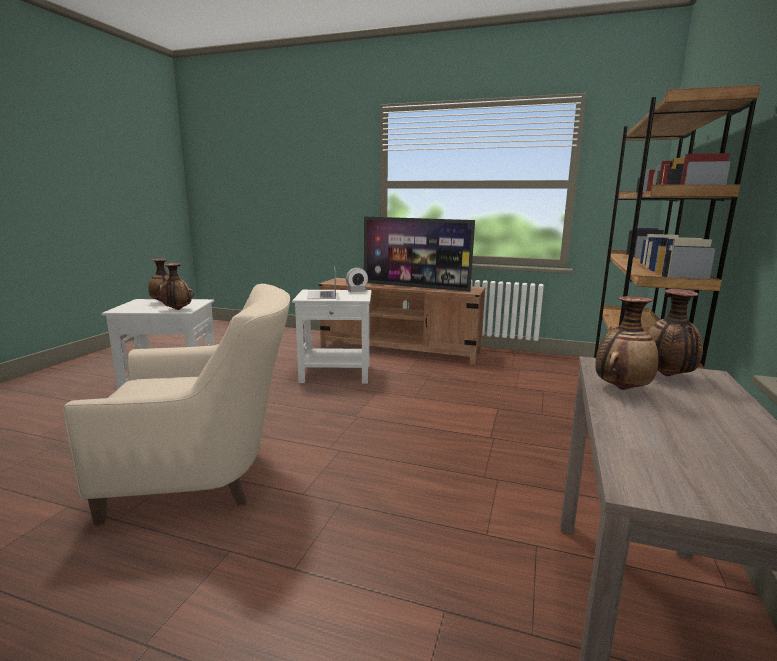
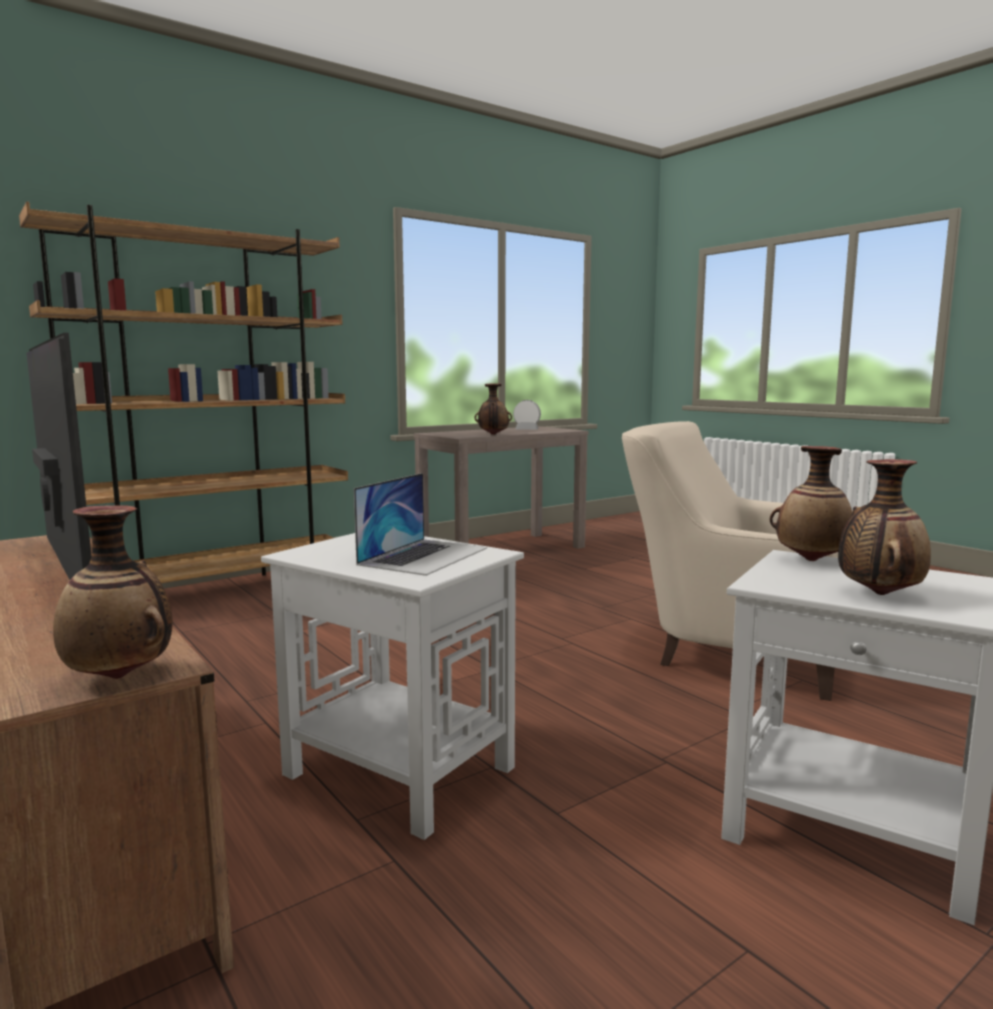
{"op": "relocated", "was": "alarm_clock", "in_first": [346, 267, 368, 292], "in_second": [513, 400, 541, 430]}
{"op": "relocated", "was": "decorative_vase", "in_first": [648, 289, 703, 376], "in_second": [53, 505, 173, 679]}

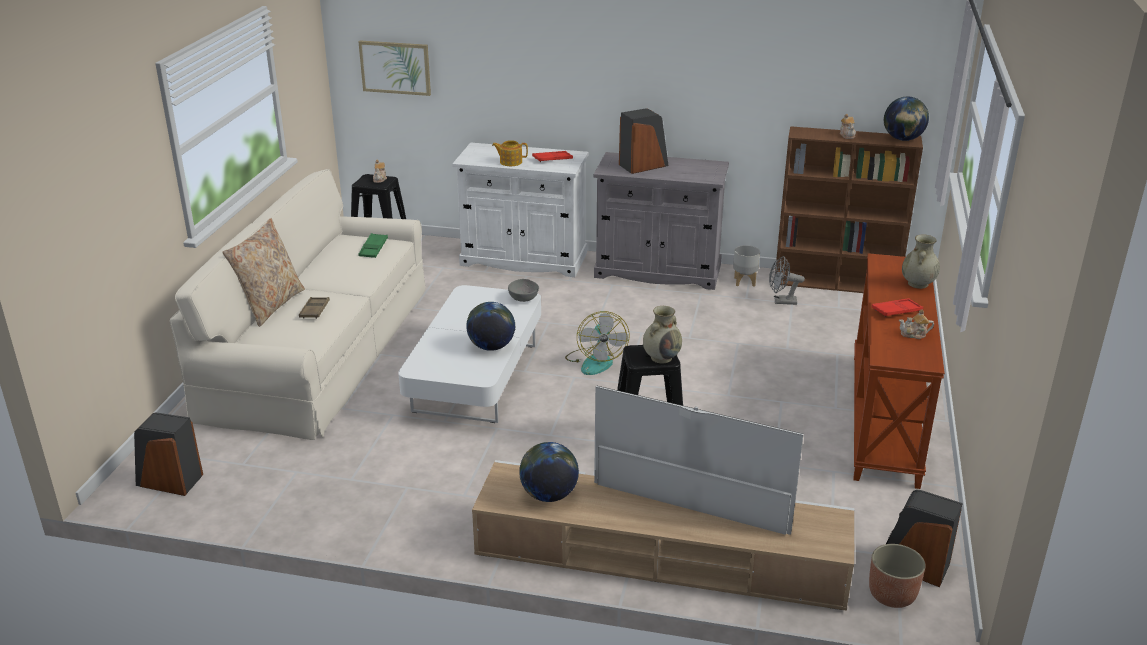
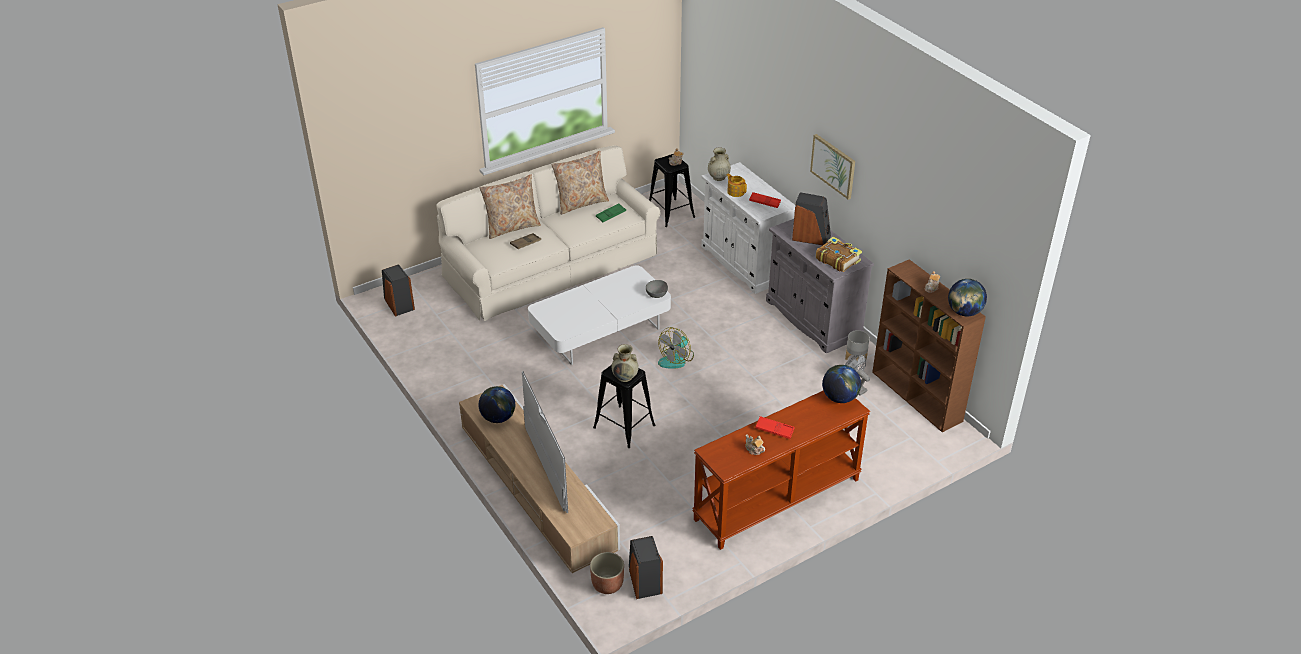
{"op": "relocated", "was": "wall_picture", "in_first": [359, 41, 431, 96], "in_second": [810, 134, 855, 200]}
{"op": "relocated", "was": "globe", "in_first": [466, 302, 516, 351], "in_second": [822, 365, 861, 403]}
{"op": "relocated", "was": "sand-coloured_decorative_vase", "in_first": [902, 235, 940, 289], "in_second": [708, 148, 731, 181]}
{"op": "appeared", "now": "sand-coloured_pillow", "in_second": [551, 151, 609, 215]}
{"op": "appeared", "now": "bound_book", "in_second": [816, 237, 862, 272]}

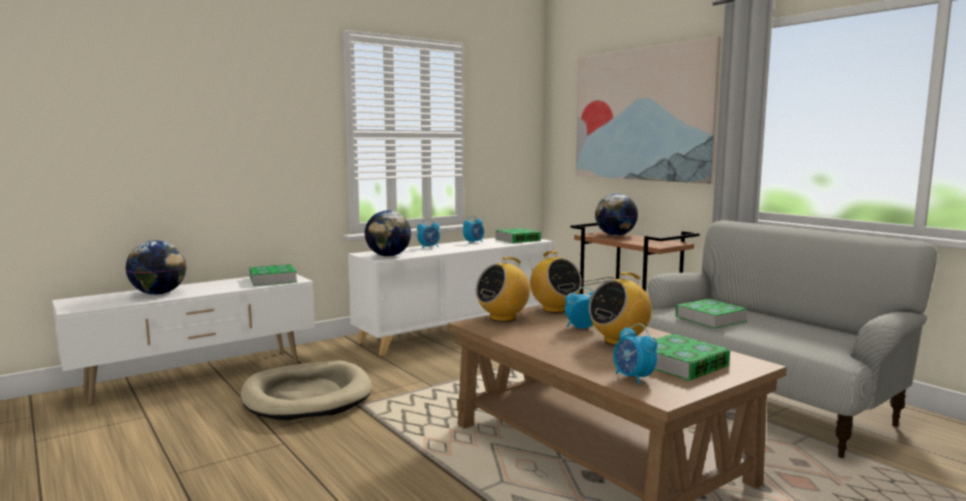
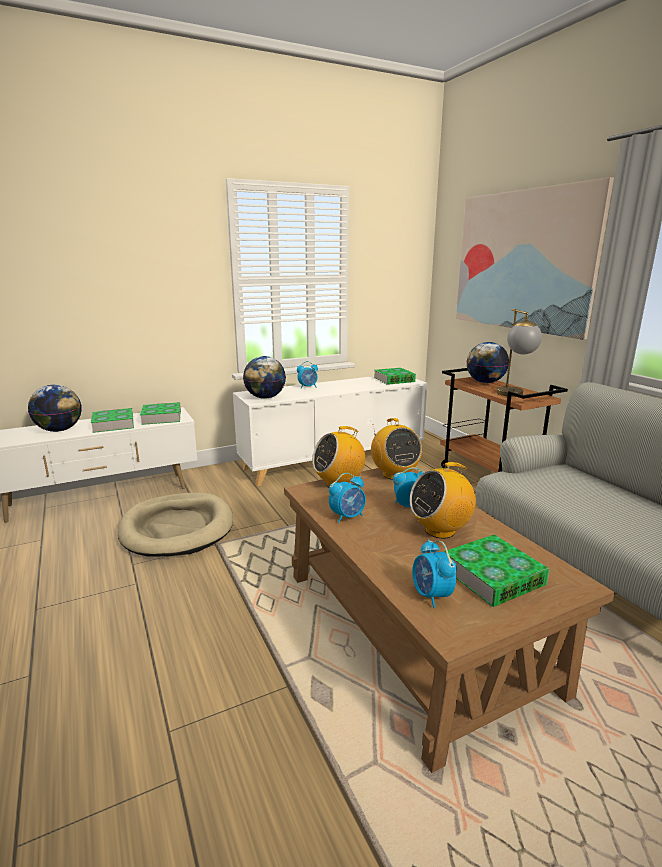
{"op": "relocated", "was": "alarm_clock", "in_first": [463, 216, 484, 244], "in_second": [329, 473, 366, 523]}
{"op": "relocated", "was": "bound_book", "in_first": [675, 299, 747, 329], "in_second": [91, 408, 134, 433]}
{"op": "appeared", "now": "tabletop_lamp", "in_second": [497, 309, 542, 397]}

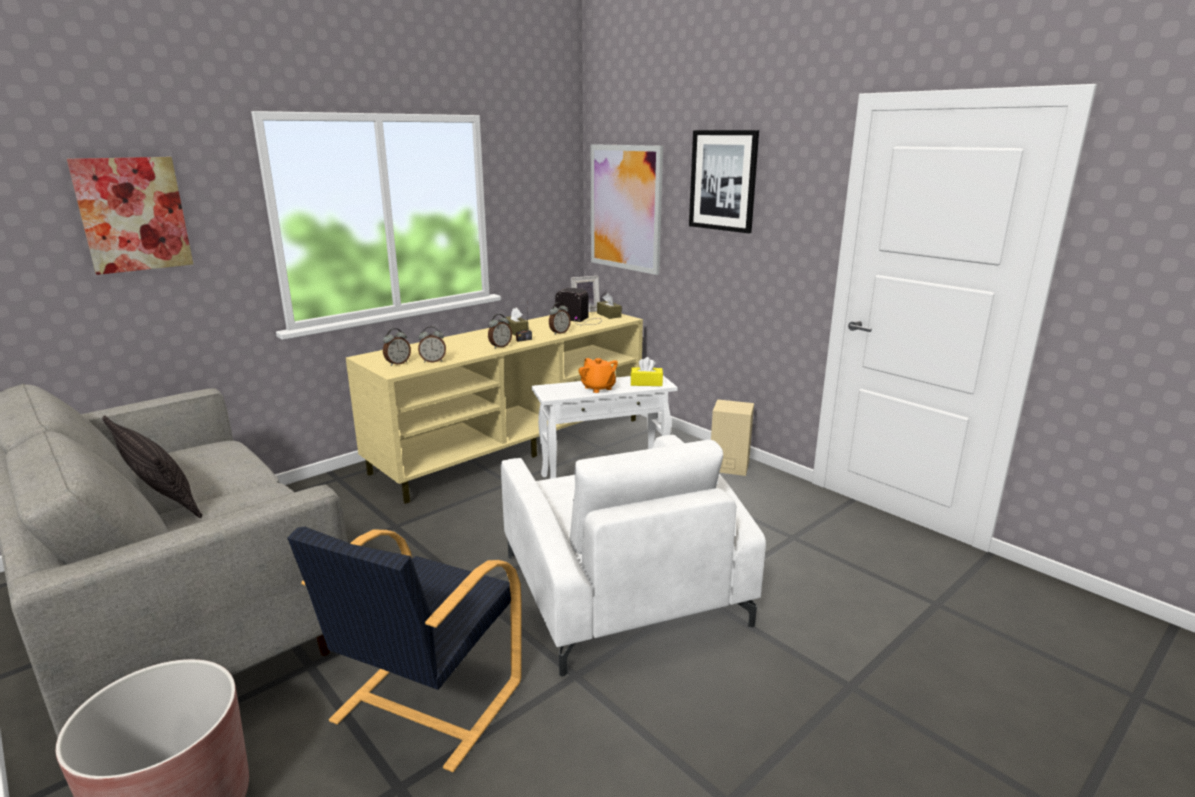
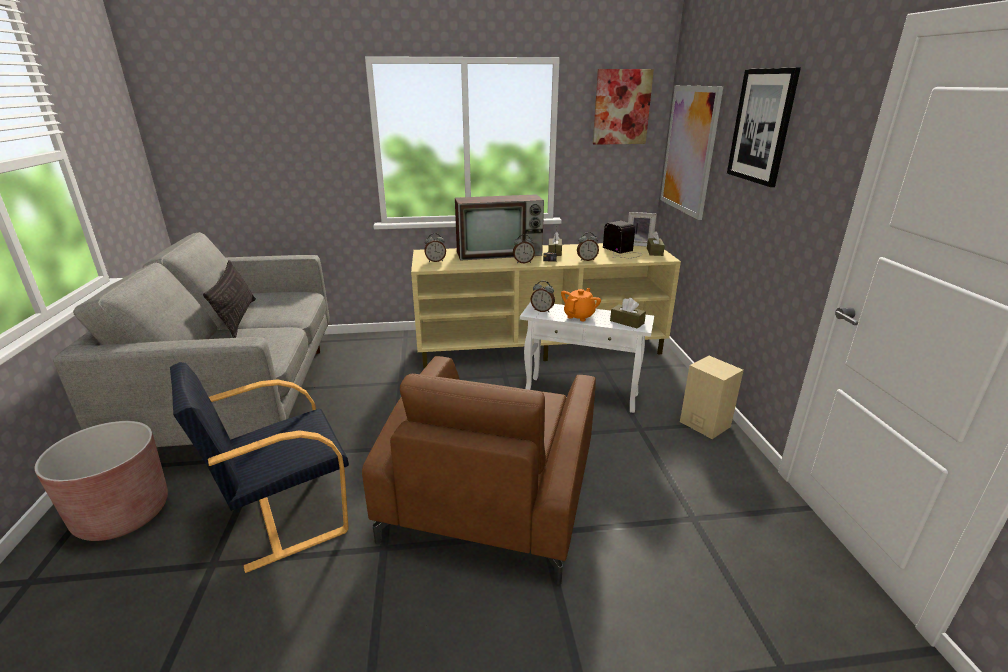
{"op": "relocated", "was": "wall_picture", "in_first": [67, 157, 193, 275], "in_second": [593, 69, 654, 145]}
{"op": "relocated", "was": "alarm_clock", "in_first": [418, 326, 446, 363], "in_second": [531, 281, 555, 312]}
{"op": "colour", "was": "white_lounge_chair", "now": "brownish_lounge_chair", "in_first": [501, 435, 766, 677], "in_second": [362, 356, 596, 585]}
{"op": "spun", "was": "orange-coloured_pot_for_tea", "in_first": [579, 358, 618, 393], "in_second": [561, 288, 601, 321], "clockwise": -150}
{"op": "colour", "was": "yellow-coloured_box_of_tissues", "now": "brownish_box_of_tissues", "in_first": [630, 357, 663, 386], "in_second": [610, 298, 646, 329]}
{"op": "appeared", "now": "TV_set", "in_second": [455, 194, 544, 261]}

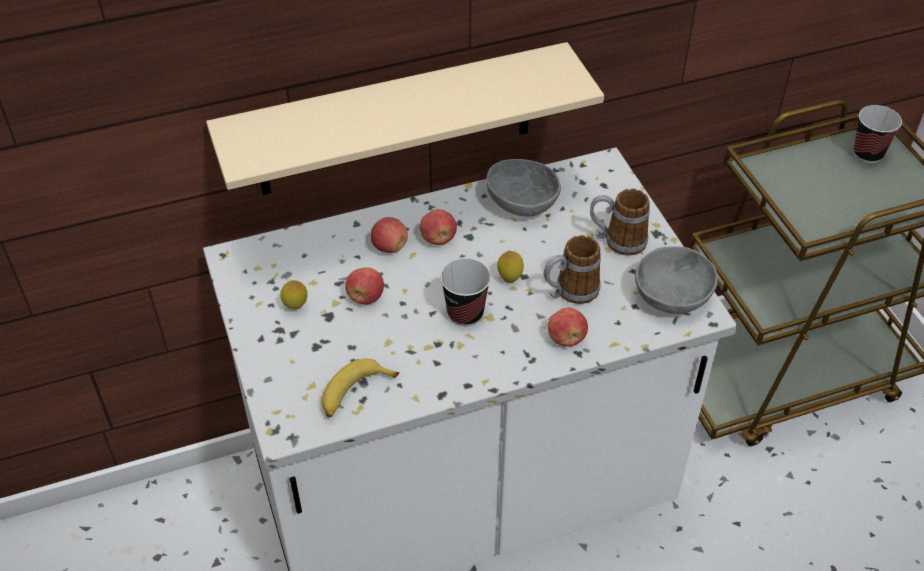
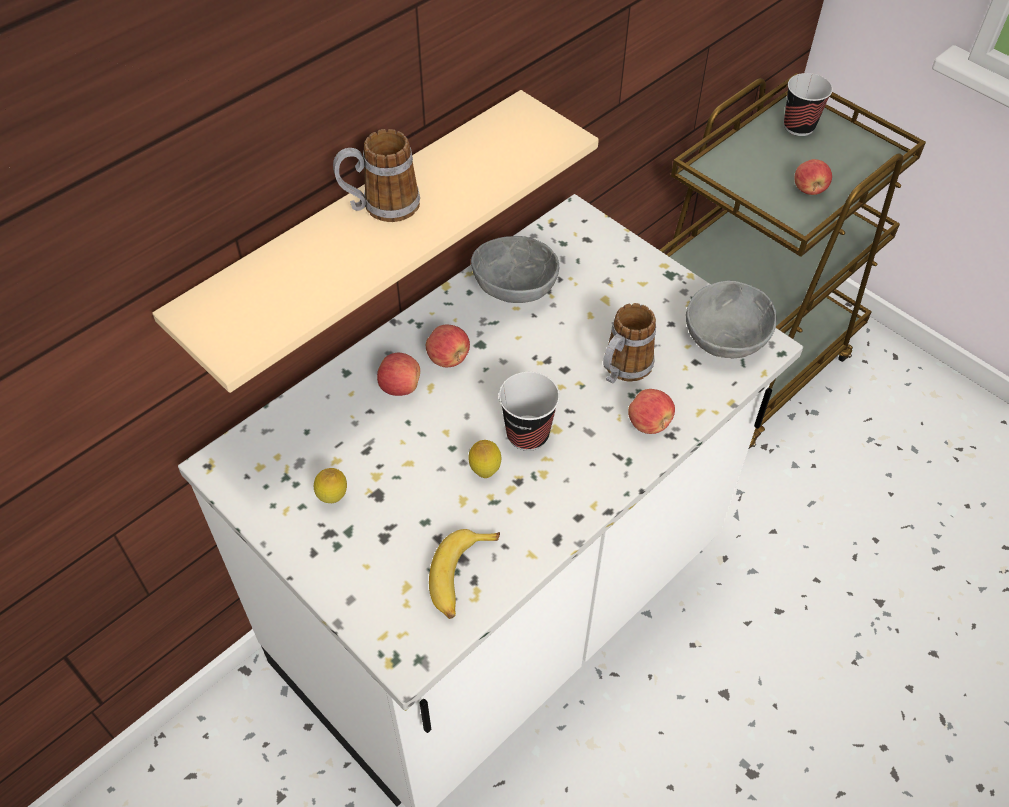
{"op": "relocated", "was": "apple", "in_first": [345, 267, 384, 305], "in_second": [795, 159, 832, 195]}
{"op": "relocated", "was": "whole_lemon", "in_first": [497, 251, 524, 283], "in_second": [468, 440, 502, 478]}
{"op": "relocated", "was": "coffee_mug", "in_first": [590, 188, 650, 255], "in_second": [333, 129, 420, 222]}

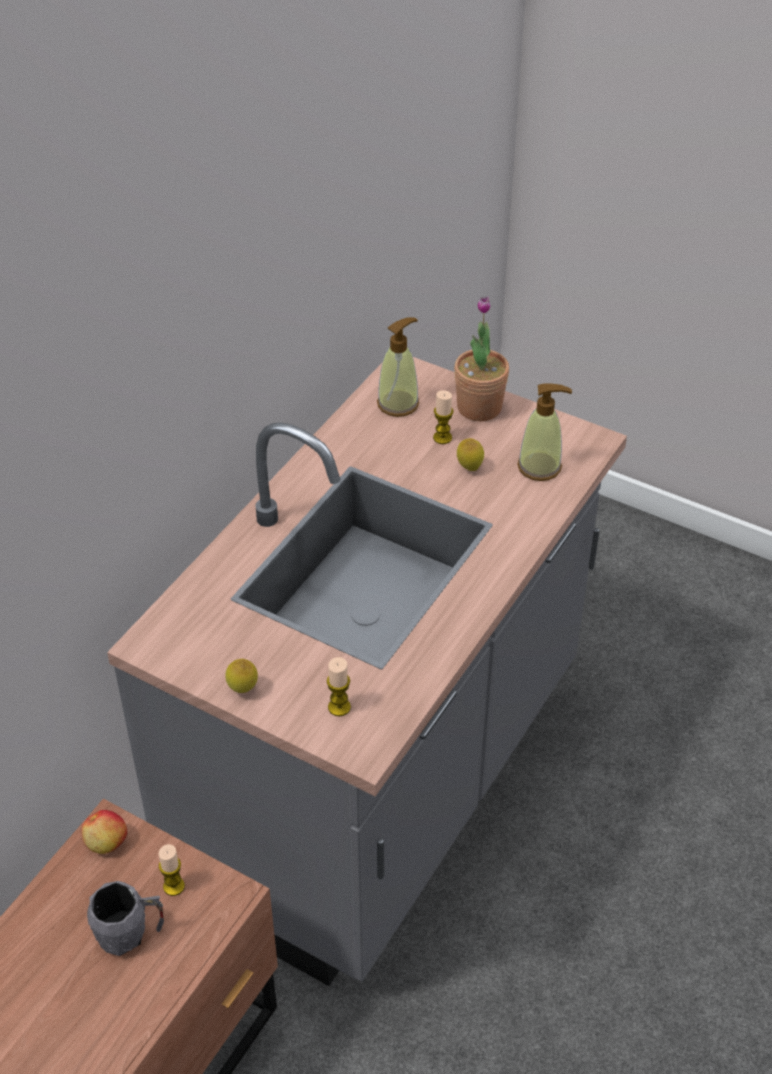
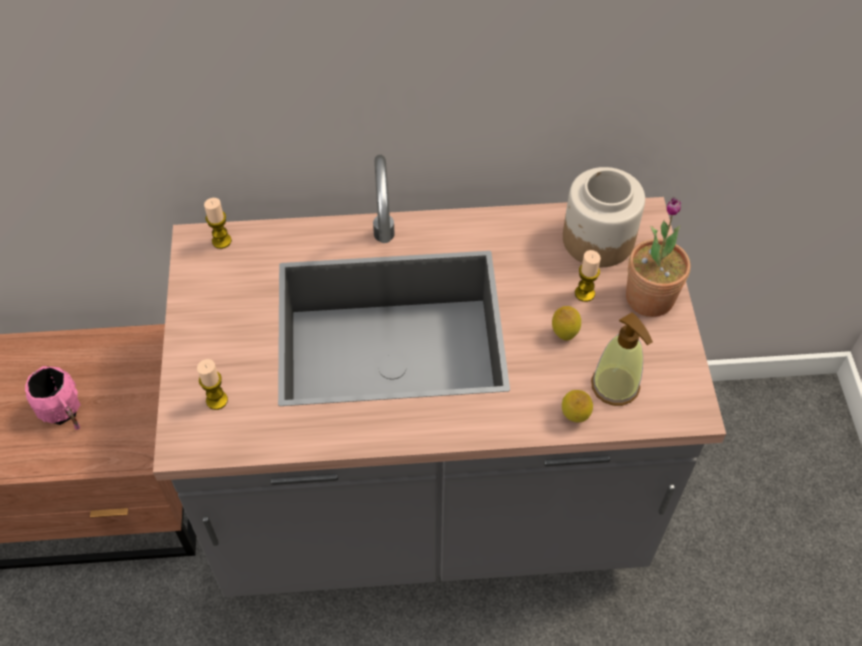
{"op": "missing", "was": "apple", "in_first": [82, 810, 127, 854]}
{"op": "colour", "was": "grey_coffee_mug", "now": "pinkish_coffee_mug", "in_first": [87, 881, 164, 956], "in_second": [25, 366, 81, 430]}
{"op": "relocated", "was": "candle", "in_first": [159, 844, 185, 896], "in_second": [204, 198, 232, 249]}
{"op": "relocated", "was": "whole_lemon", "in_first": [226, 659, 258, 693], "in_second": [562, 390, 593, 422]}
{"op": "exchanged", "was": "liquid_soap_bottle", "now": "preserve_jar", "in_first": [377, 317, 419, 417], "in_second": [563, 167, 645, 267]}

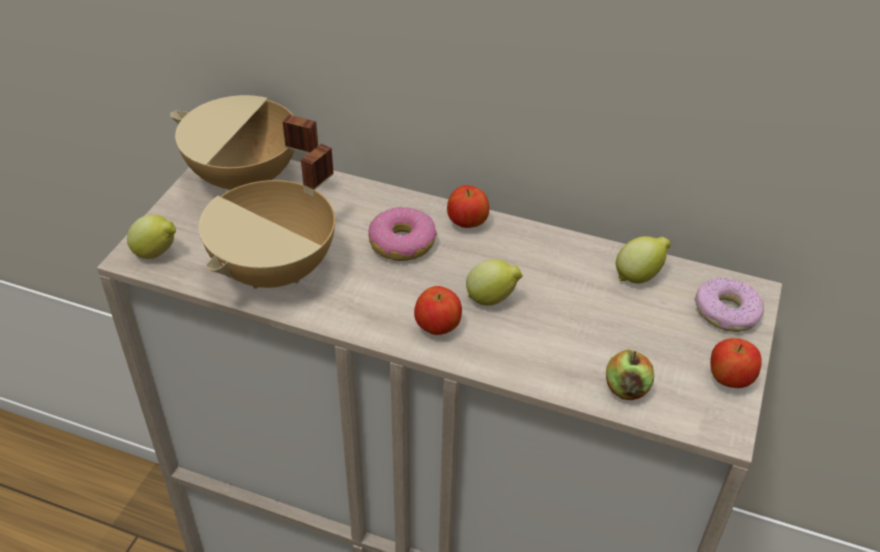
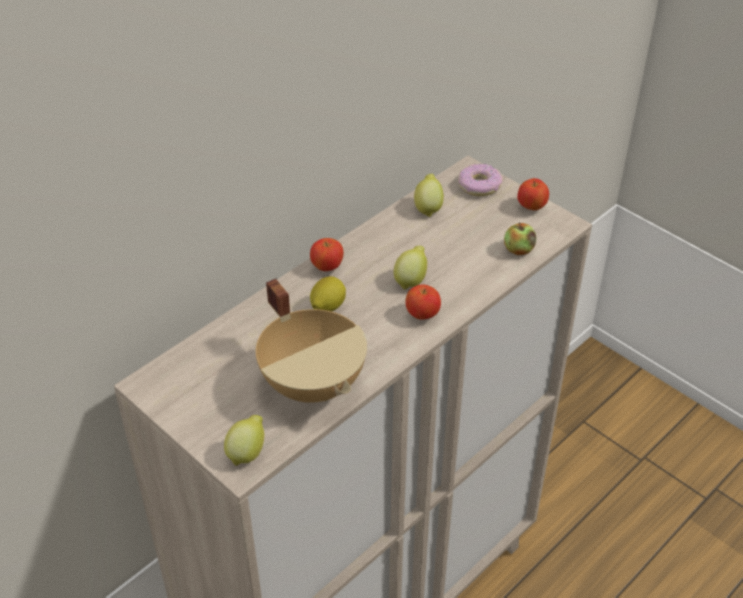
{"op": "missing", "was": "sand-coloured_stockpot", "in_first": [170, 95, 318, 191]}
{"op": "exchanged", "was": "donut", "now": "whole_lemon", "in_first": [368, 207, 437, 261], "in_second": [310, 276, 346, 312]}

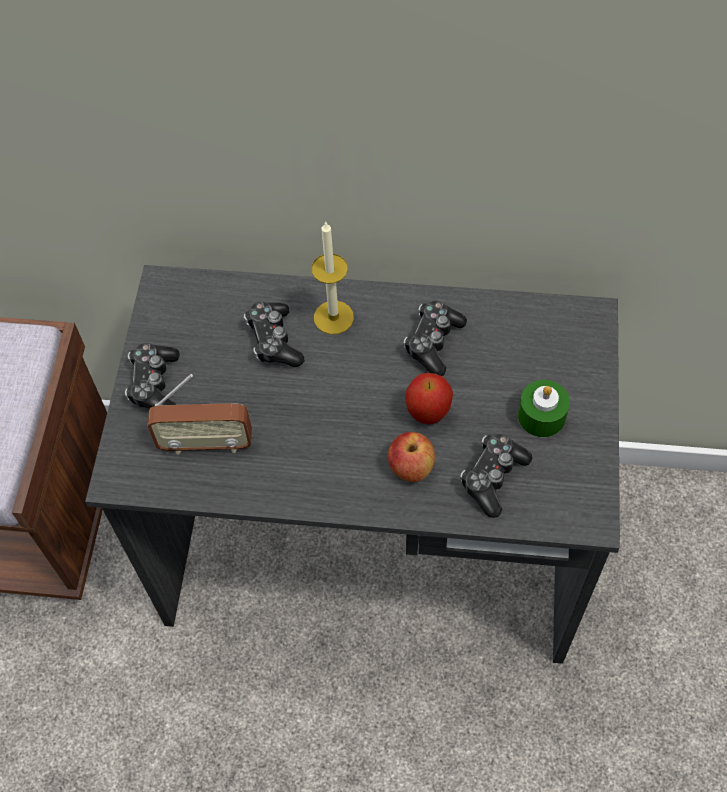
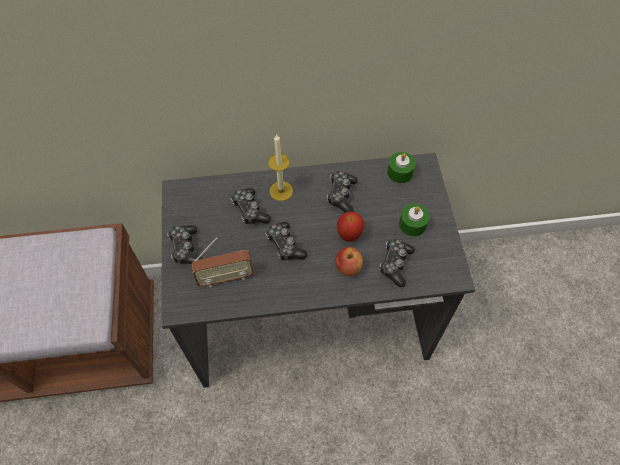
{"op": "appeared", "now": "gamepad", "in_second": [265, 222, 308, 260]}
{"op": "appeared", "now": "green-coloured_candle", "in_second": [387, 152, 416, 183]}

